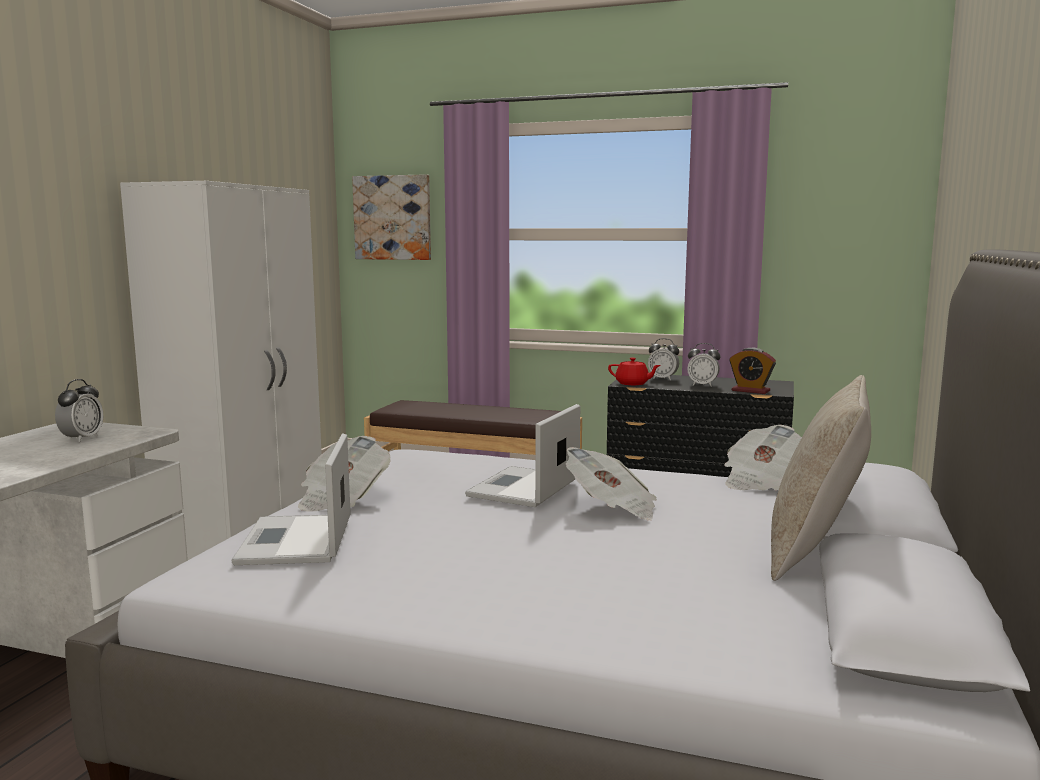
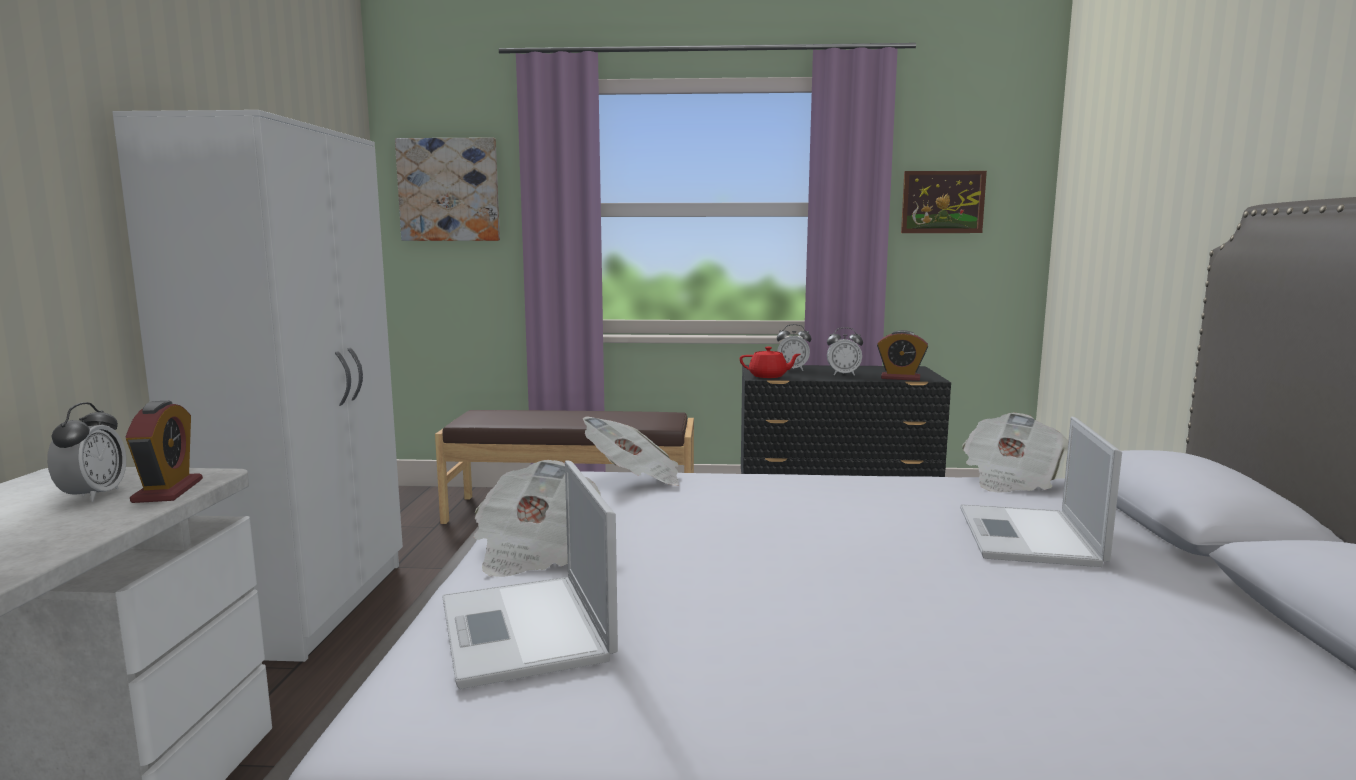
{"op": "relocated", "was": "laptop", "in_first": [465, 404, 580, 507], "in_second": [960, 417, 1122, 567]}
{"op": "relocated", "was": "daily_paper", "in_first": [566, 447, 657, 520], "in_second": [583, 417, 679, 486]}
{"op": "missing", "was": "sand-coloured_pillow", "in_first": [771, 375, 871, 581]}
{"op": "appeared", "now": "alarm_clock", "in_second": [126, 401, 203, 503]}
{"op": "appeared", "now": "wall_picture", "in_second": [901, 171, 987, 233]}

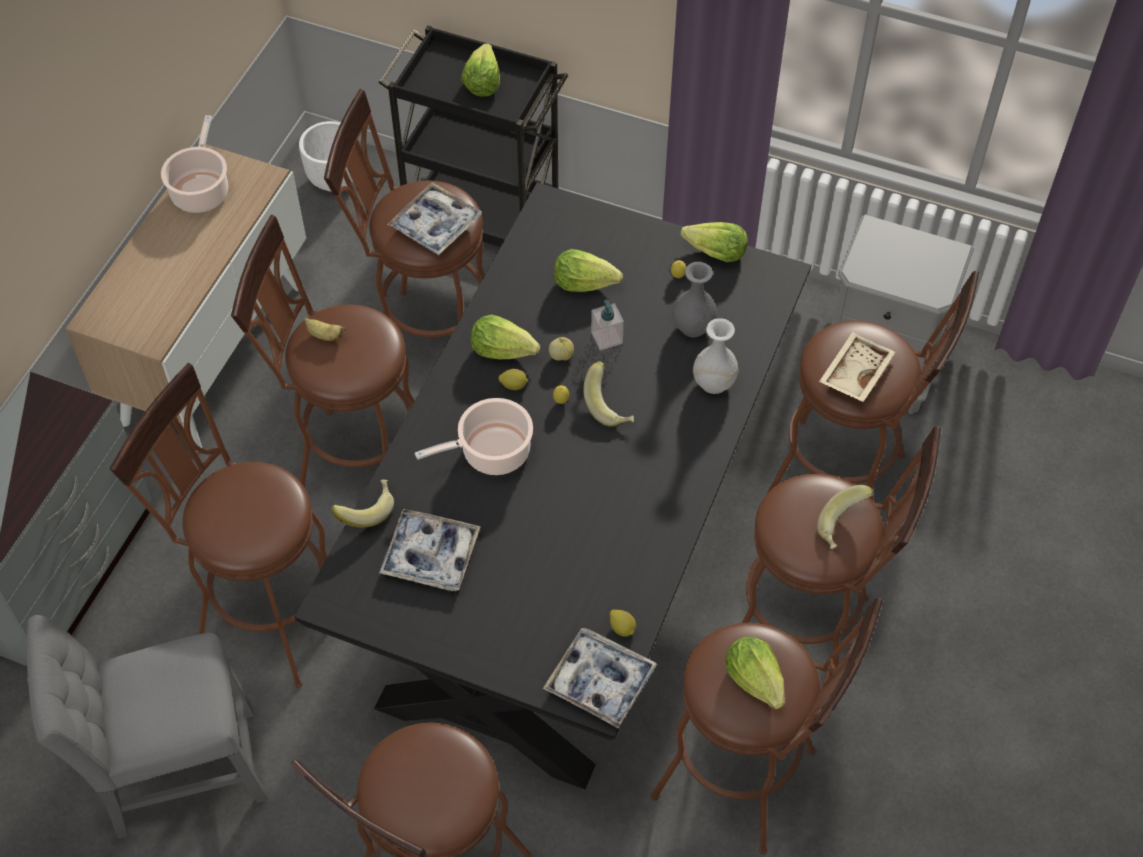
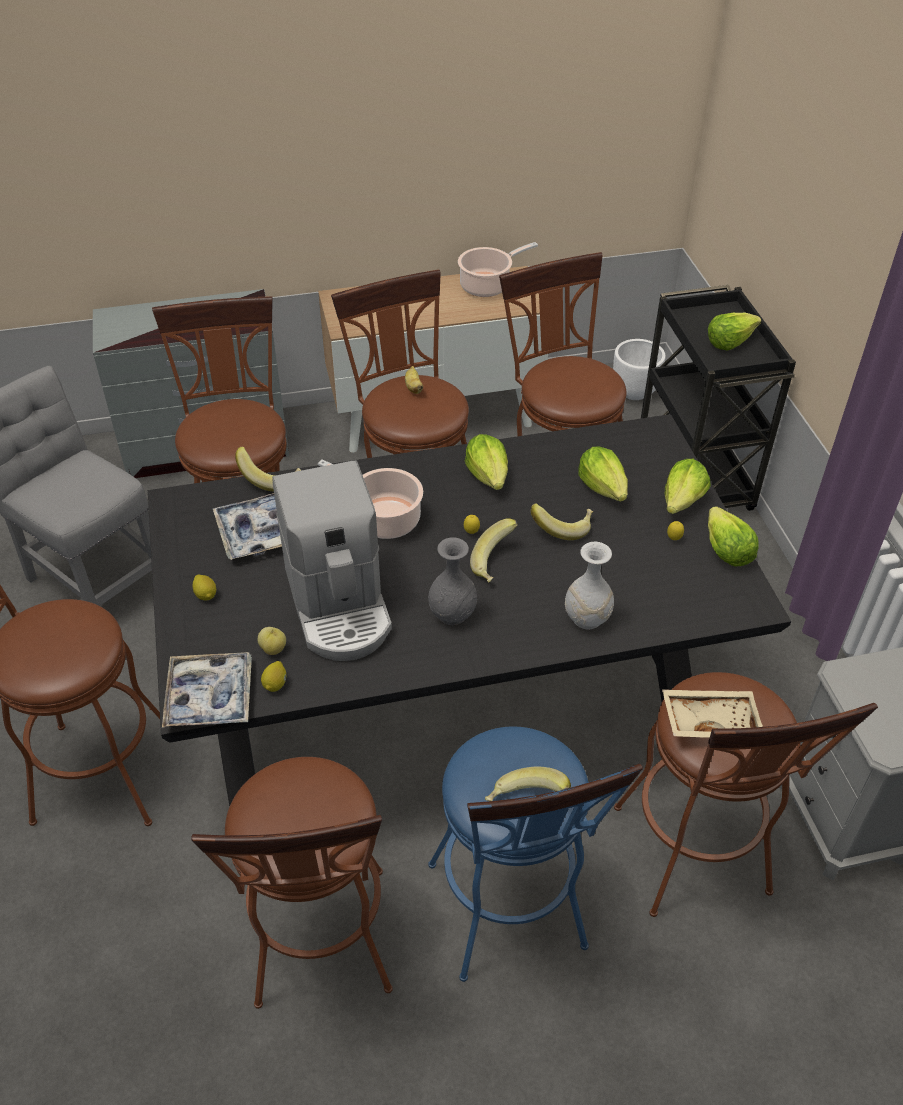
{"op": "missing", "was": "serving_tray", "in_first": [387, 182, 482, 255]}
{"op": "relocated", "was": "whole_lemon", "in_first": [499, 369, 528, 390], "in_second": [193, 575, 216, 600]}
{"op": "relocated", "was": "apple", "in_first": [549, 337, 574, 361], "in_second": [258, 627, 286, 655]}
{"op": "exchanged", "was": "liquid_soap_bottle", "now": "whole_banana", "in_first": [591, 300, 624, 350], "in_second": [531, 503, 594, 540]}
{"op": "relocated", "was": "grey_decorative_vase", "in_first": [673, 262, 717, 337], "in_second": [428, 538, 477, 625]}
{"op": "relocated", "was": "lettuce_head", "in_first": [725, 637, 785, 709], "in_second": [665, 459, 711, 514]}
{"op": "colour", "was": "brownish_stool", "now": "bluish_stool", "in_first": [742, 426, 941, 667], "in_second": [428, 727, 643, 982]}
{"op": "appeared", "now": "coffee_maker", "in_second": [272, 460, 392, 661]}

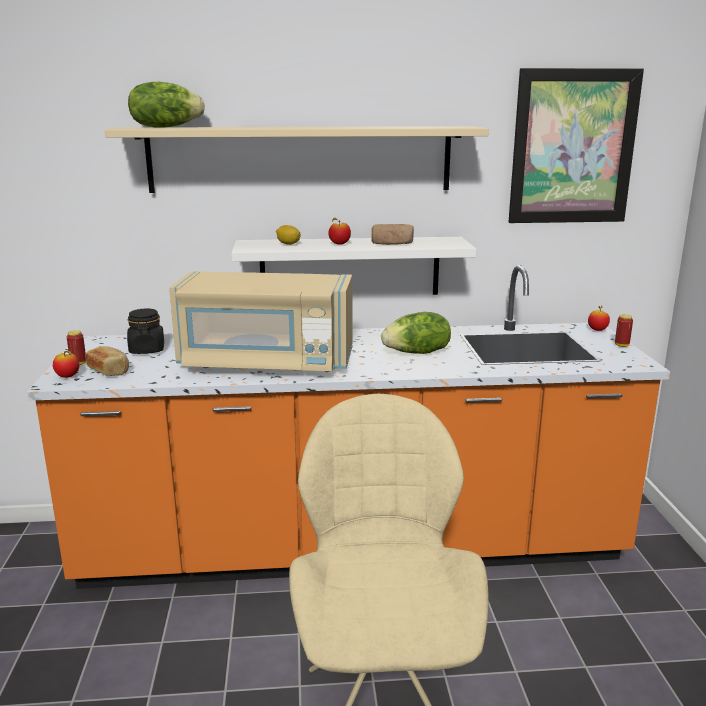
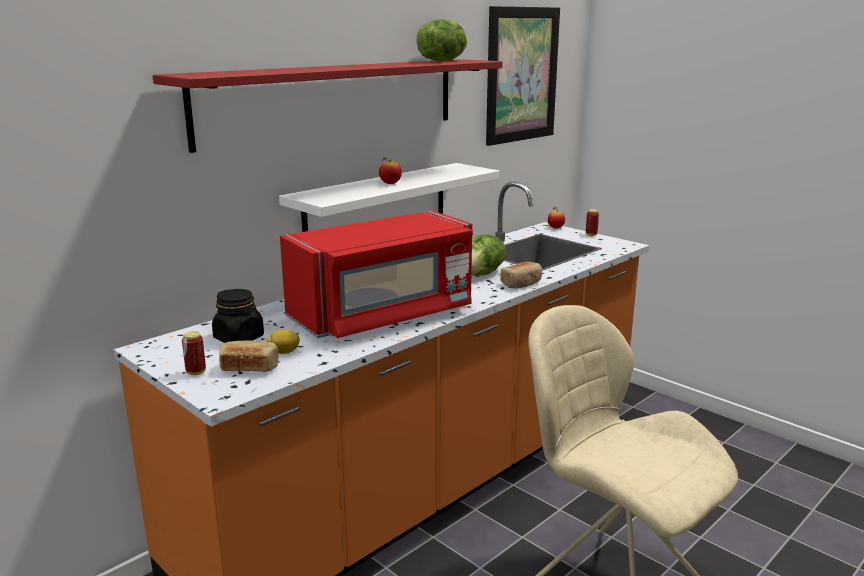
{"op": "missing", "was": "apple", "in_first": [53, 351, 79, 378]}
{"op": "colour", "was": "sand-coloured_bracket_shelf", "now": "red-coloured_bracket_shelf", "in_first": [105, 126, 489, 193], "in_second": [153, 59, 503, 153]}
{"op": "relocated", "was": "lettuce_head", "in_first": [128, 82, 205, 128], "in_second": [417, 19, 468, 61]}
{"op": "colour", "was": "sand-coloured_kitchen_microwave", "now": "red-coloured_kitchen_microwave", "in_first": [169, 271, 352, 372], "in_second": [280, 210, 473, 338]}
{"op": "relocated", "was": "whole_lemon", "in_first": [276, 225, 301, 245], "in_second": [266, 330, 300, 354]}
{"op": "relocated", "was": "bread", "in_first": [372, 224, 414, 245], "in_second": [500, 262, 542, 288]}

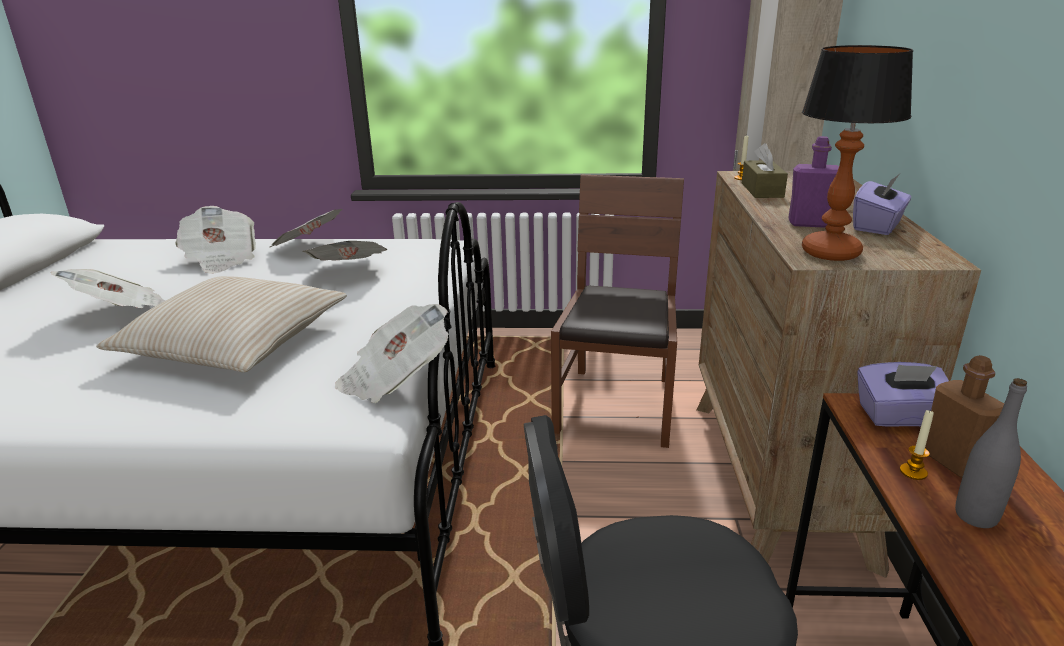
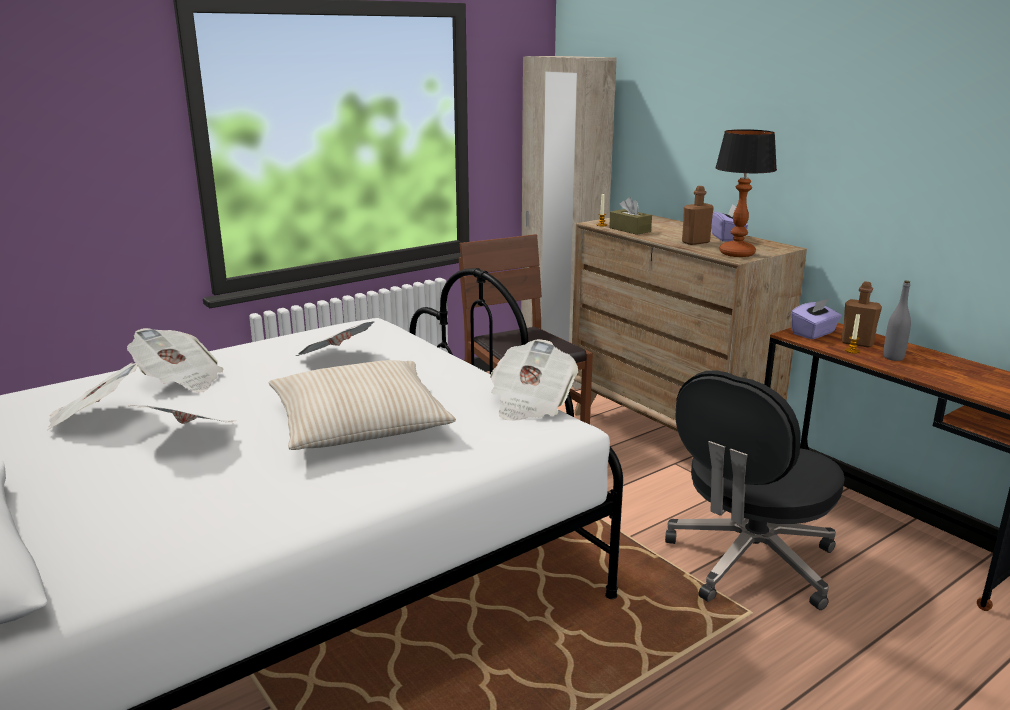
{"op": "relocated", "was": "daily_paper", "in_first": [270, 209, 343, 247], "in_second": [48, 363, 138, 430]}
{"op": "colour", "was": "purple-coloured_beverage_bottle", "now": "brownish_beverage_bottle", "in_first": [788, 136, 839, 228], "in_second": [682, 186, 714, 245]}

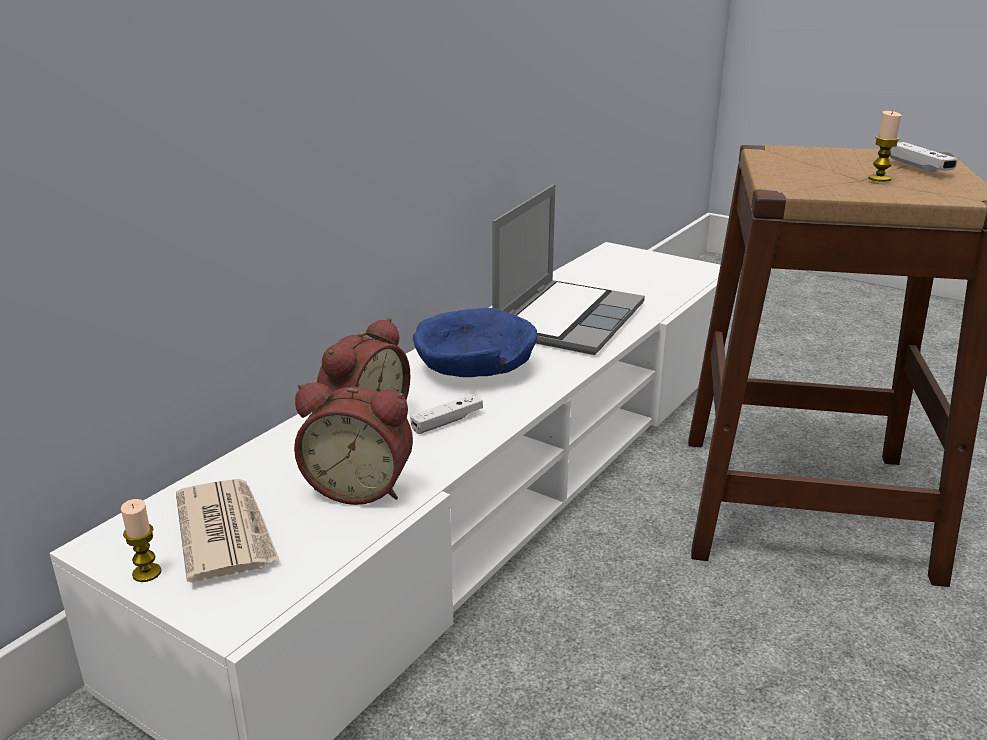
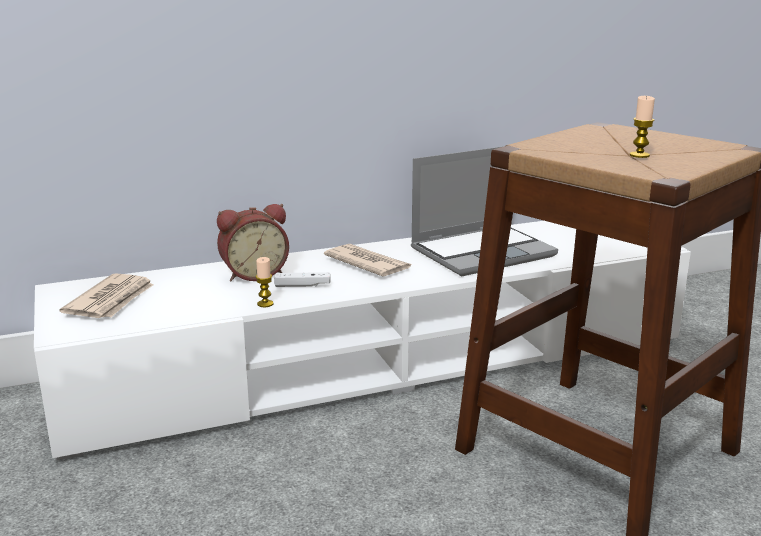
{"op": "relocated", "was": "candle", "in_first": [121, 499, 161, 582], "in_second": [256, 257, 274, 307]}
{"op": "missing", "was": "alarm_clock", "in_first": [294, 382, 413, 505]}
{"op": "exchanged", "was": "bluish_serving_bowl", "now": "daily_paper", "in_first": [413, 308, 537, 377], "in_second": [324, 244, 413, 277]}
{"op": "missing", "was": "white_gamepad", "in_first": [889, 142, 958, 171]}

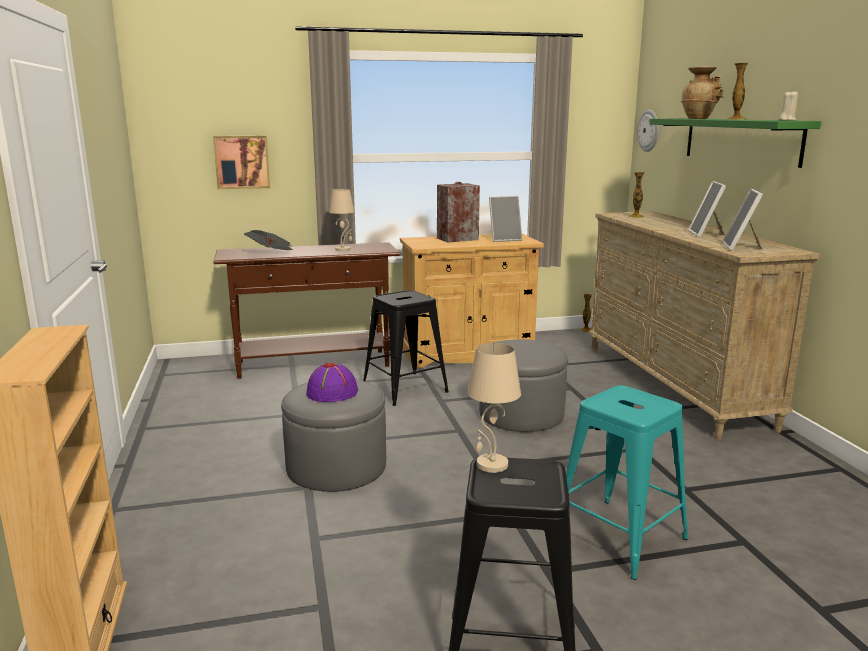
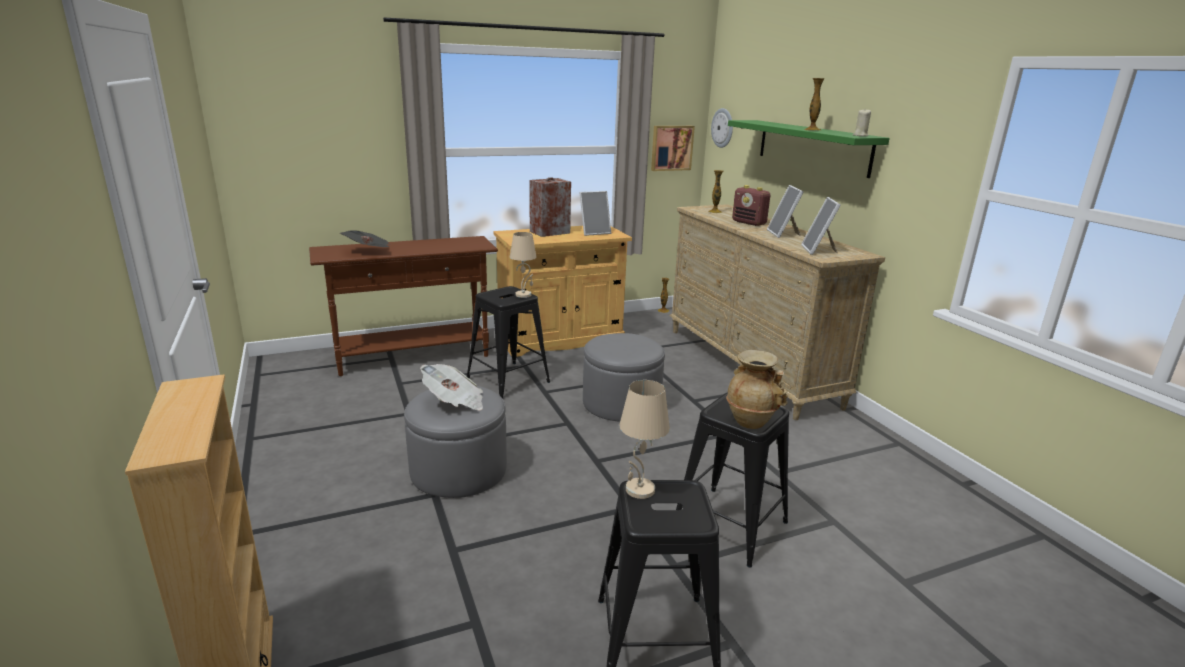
{"op": "relocated", "was": "wall_picture", "in_first": [213, 136, 270, 189], "in_second": [651, 126, 695, 171]}
{"op": "exchanged", "was": "purple-coloured_hat", "now": "daily_paper", "in_first": [306, 363, 358, 402], "in_second": [420, 364, 483, 410]}
{"op": "relocated", "was": "sand-coloured_tabletop_lamp", "in_first": [329, 189, 355, 251], "in_second": [510, 232, 537, 298]}
{"op": "colour", "was": "blue-green_stool", "now": "black-coloured_stool", "in_first": [566, 385, 688, 580], "in_second": [676, 392, 789, 567]}
{"op": "relocated", "was": "sand-coloured_decorative_vase", "in_first": [681, 66, 723, 119], "in_second": [726, 350, 788, 429]}
{"op": "appeared", "now": "radio_set", "in_second": [732, 185, 770, 226]}

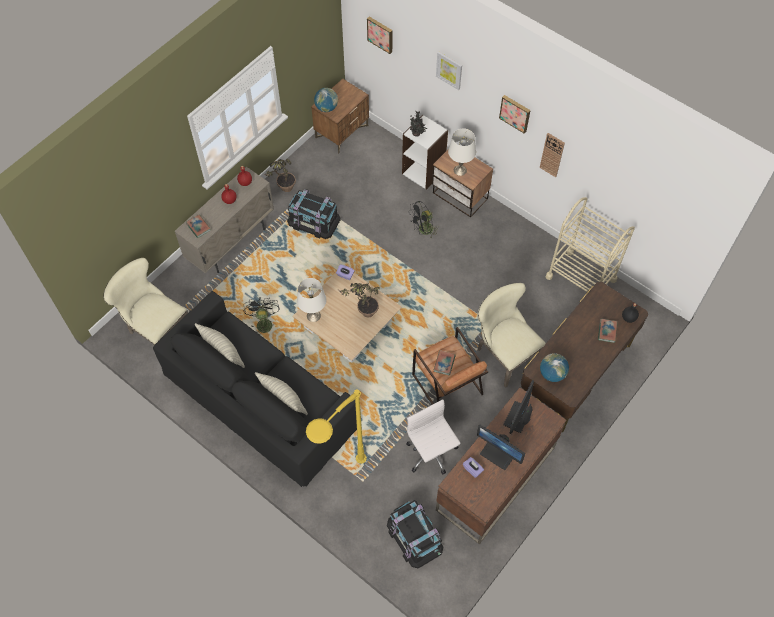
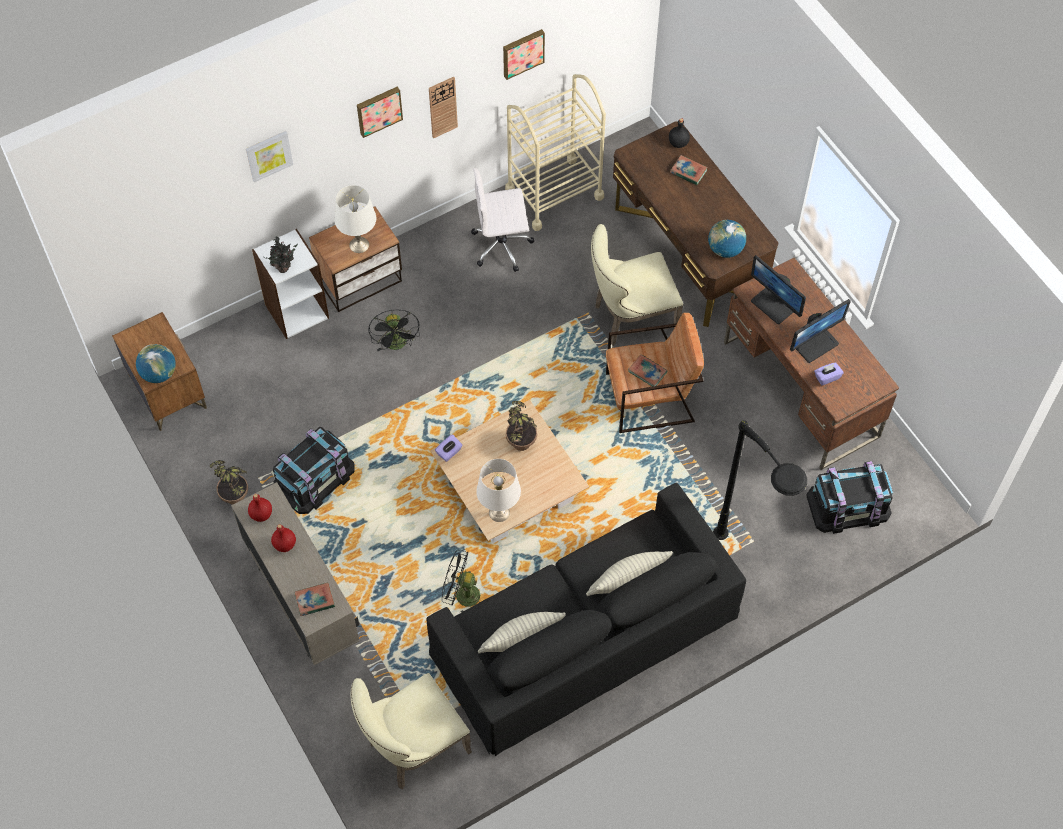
{"op": "colour", "was": "yellow-coloured_standing_lamp", "now": "black-coloured_standing_lamp", "in_first": [306, 389, 367, 464], "in_second": [713, 420, 807, 540]}
{"op": "relocated", "was": "wall_picture", "in_first": [367, 17, 392, 54], "in_second": [503, 29, 545, 80]}
{"op": "relocated", "was": "white_office_chair", "in_first": [406, 399, 460, 474], "in_second": [471, 168, 534, 272]}

